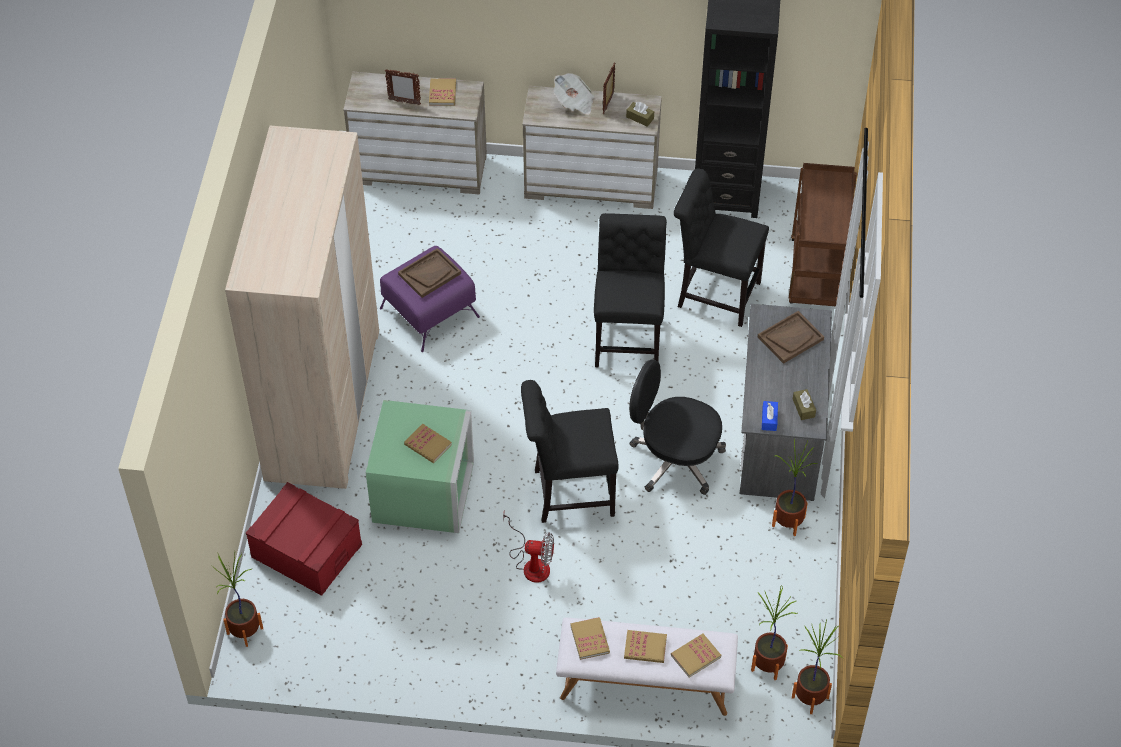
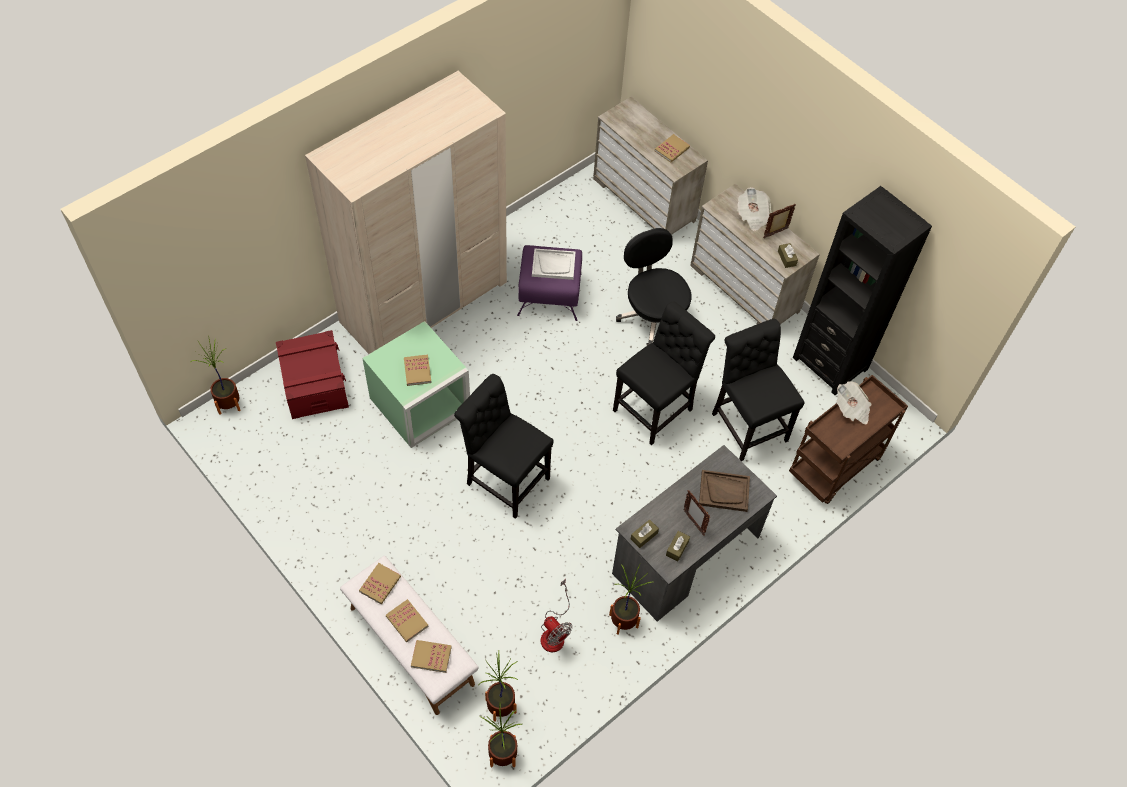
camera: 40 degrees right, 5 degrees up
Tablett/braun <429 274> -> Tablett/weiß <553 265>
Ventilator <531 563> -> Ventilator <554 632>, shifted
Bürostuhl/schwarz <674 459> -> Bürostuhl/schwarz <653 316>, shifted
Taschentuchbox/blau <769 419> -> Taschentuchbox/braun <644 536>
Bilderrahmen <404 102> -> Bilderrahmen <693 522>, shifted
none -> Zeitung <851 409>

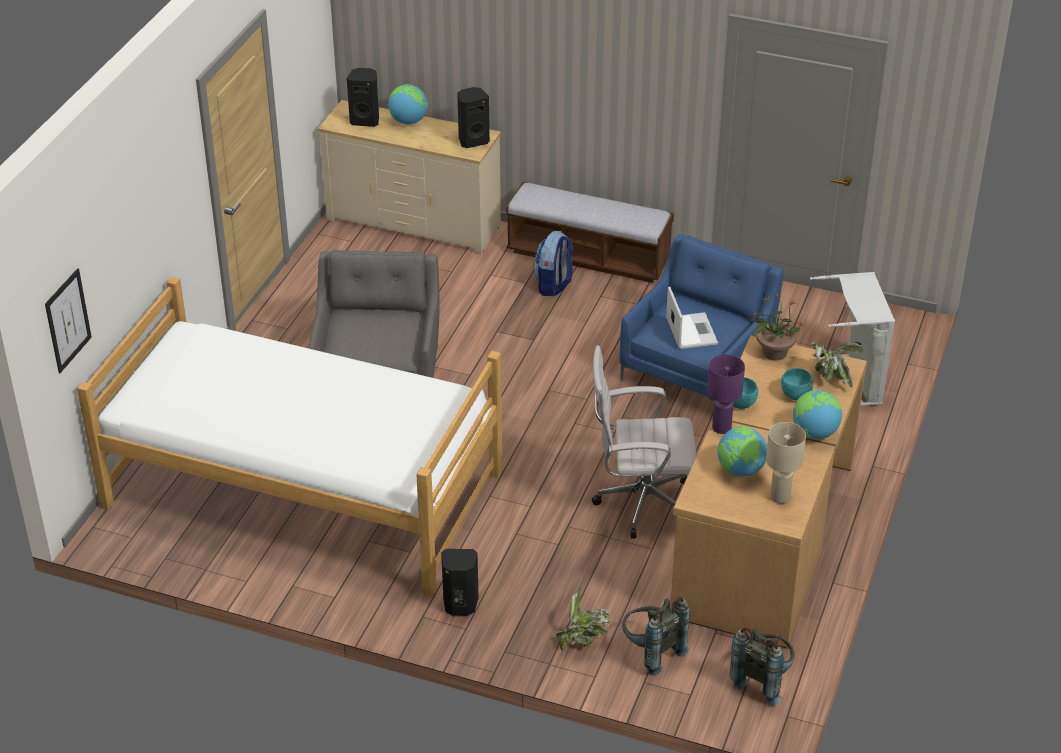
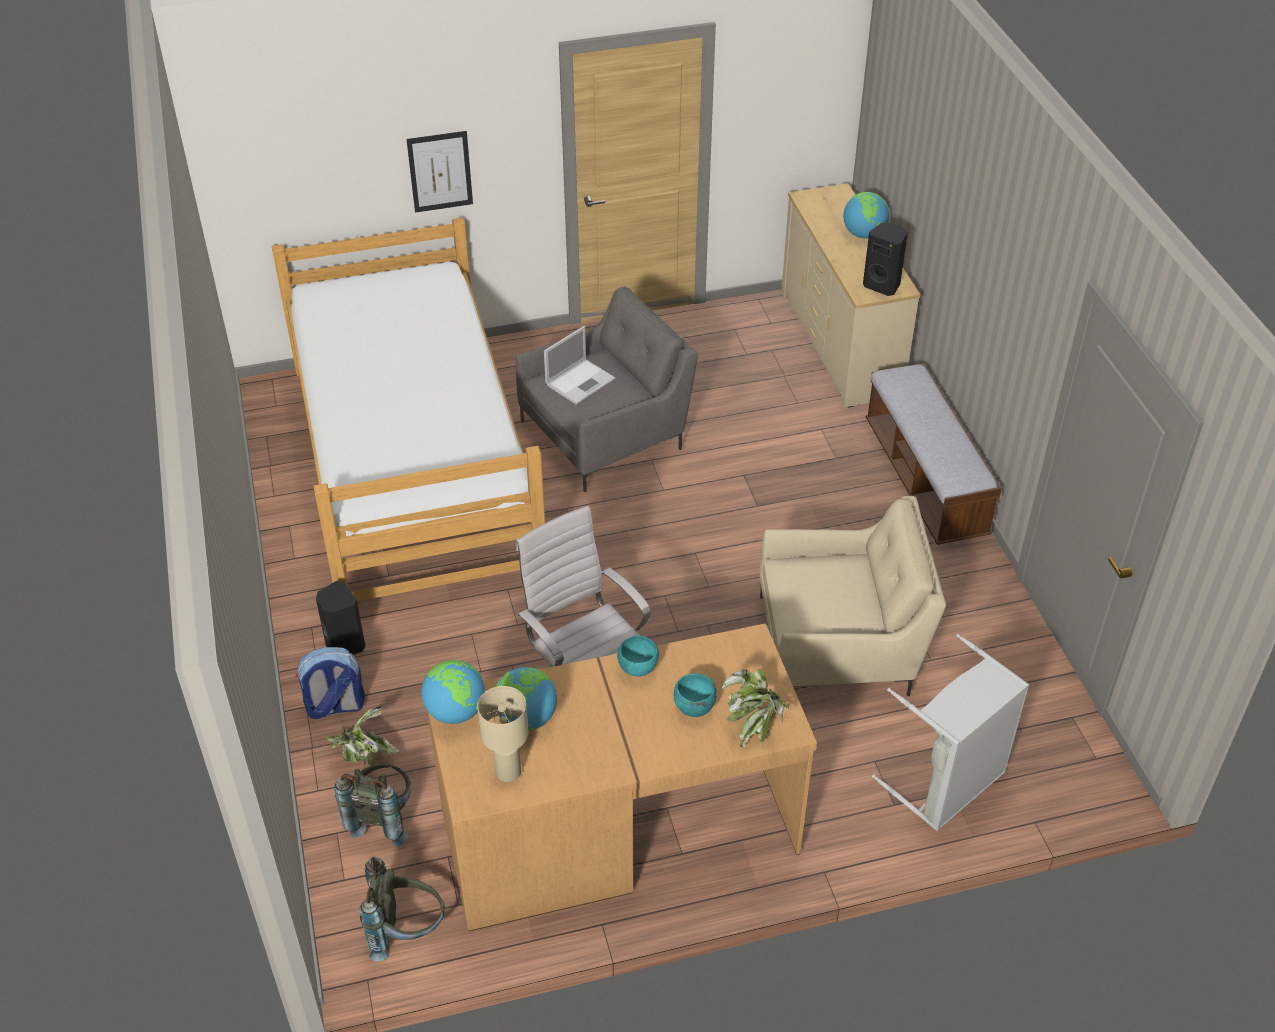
camera: 55 degrees right, 5 degrees up
Rucksack <554 285> -> Rucksack <334 706>, shifted
Bild <67 320> -> Bild <440 171>, shifted
Globus <814 433> -> Globus <455 711>, shifted
Laptop <691 330> -> Laptop <581 381>, shifted
Sessel/blau <698 367> -> Sessel/beige <840 645>
Lautsprecher/schwarz <365 120> -> none
Tischlampe/lila <722 427> -> none
Topfpflanze <774 352> -> none

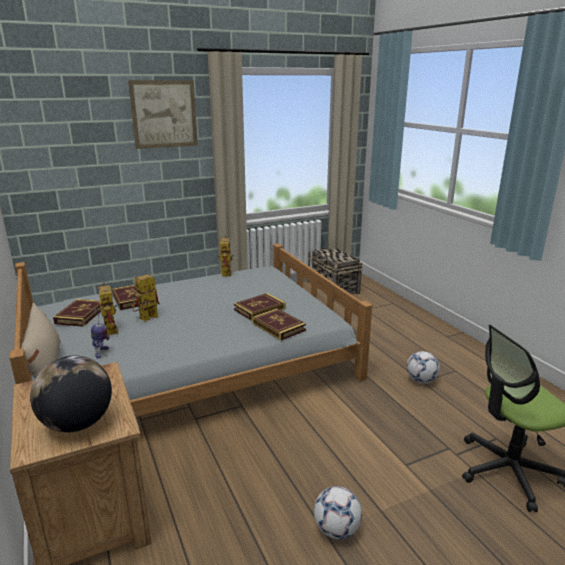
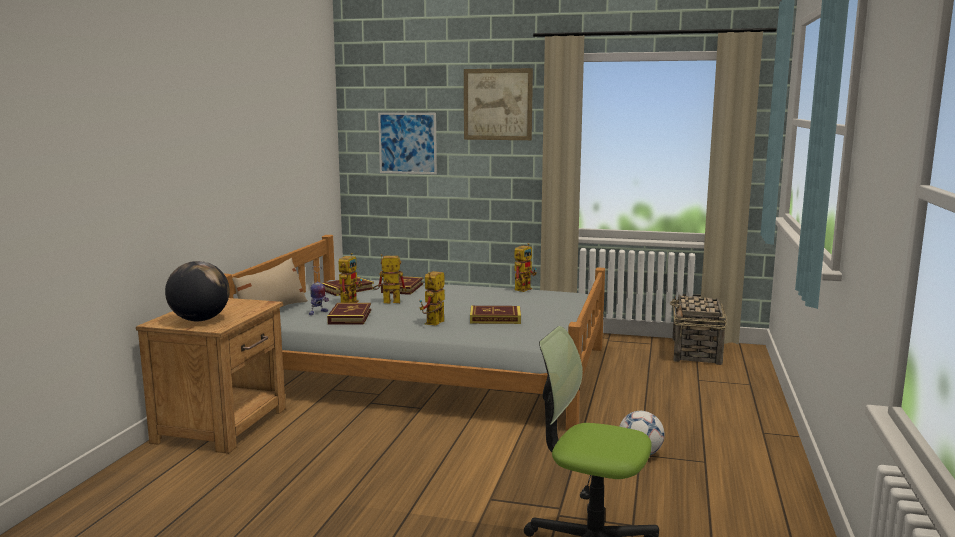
camera: 40 degrees right, 10 degrees down
Buch <278 327> -> Buch <350 317>, shifted
none -> Bild <407 143>
none -> Spielzeugroboter <434 324>
Fußball <336 529> -> none

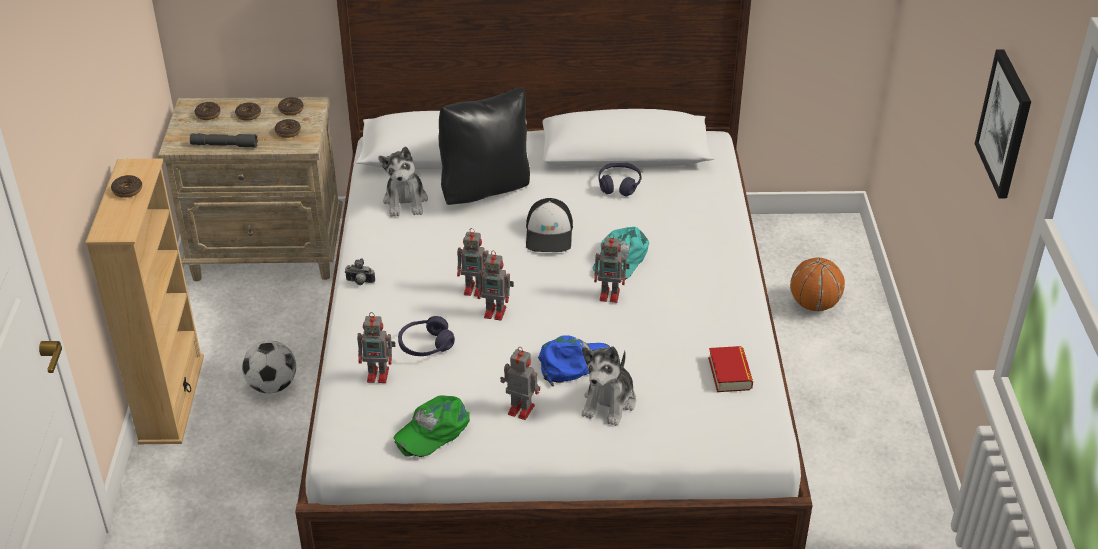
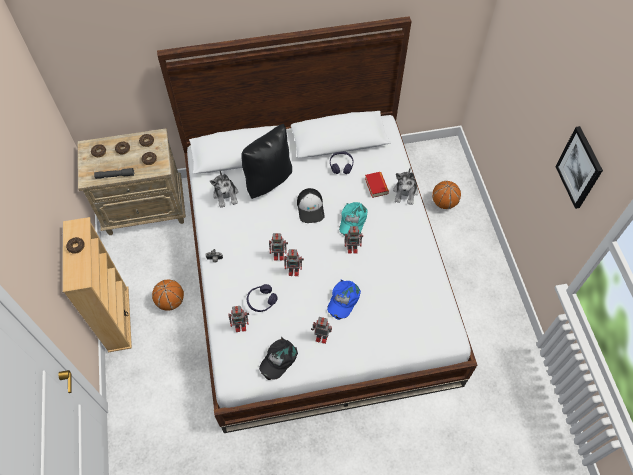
camera: 10 degrees left, 20 degrees up
Fußball <272 386> -> Basketball <170 301>
Kappe/grün <433 430> -> Kappe/schwarz <278 359>
Kappe/blau <574 363> -> Kappe/blau <343 300>, 150 degrees clockwise
Buch <729 373> -> Buch <376 186>, shifted
Plüschtier <609 402> -> Plüschtier <405 192>, shifted

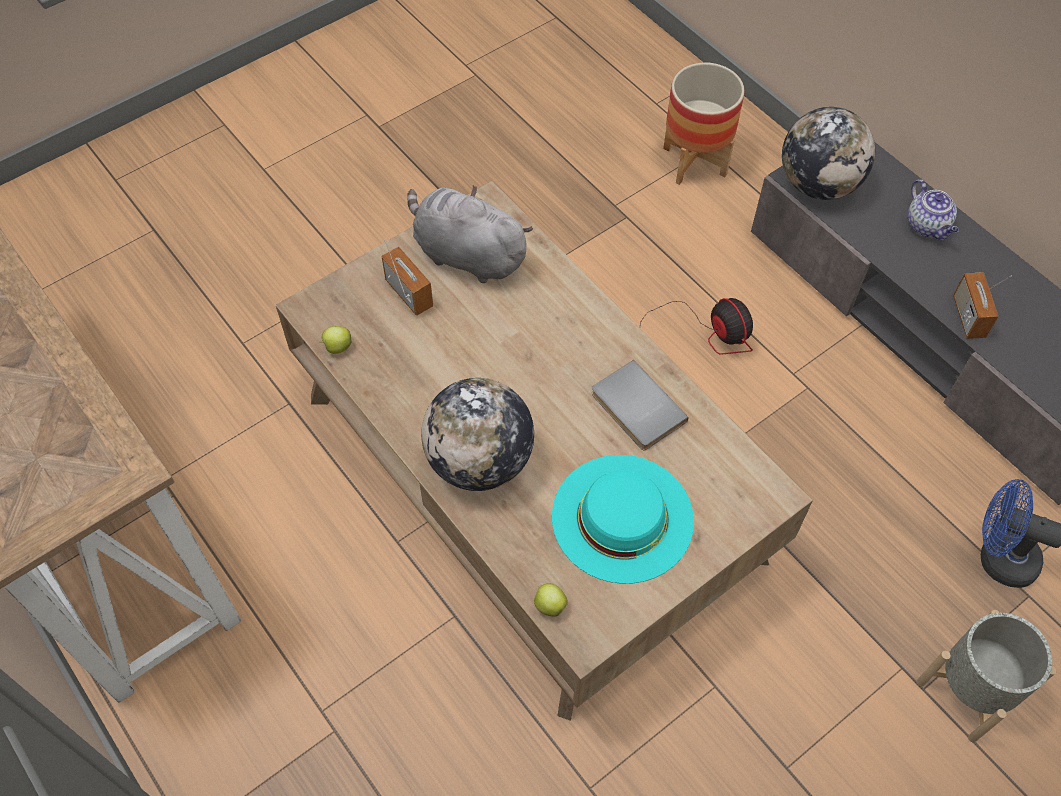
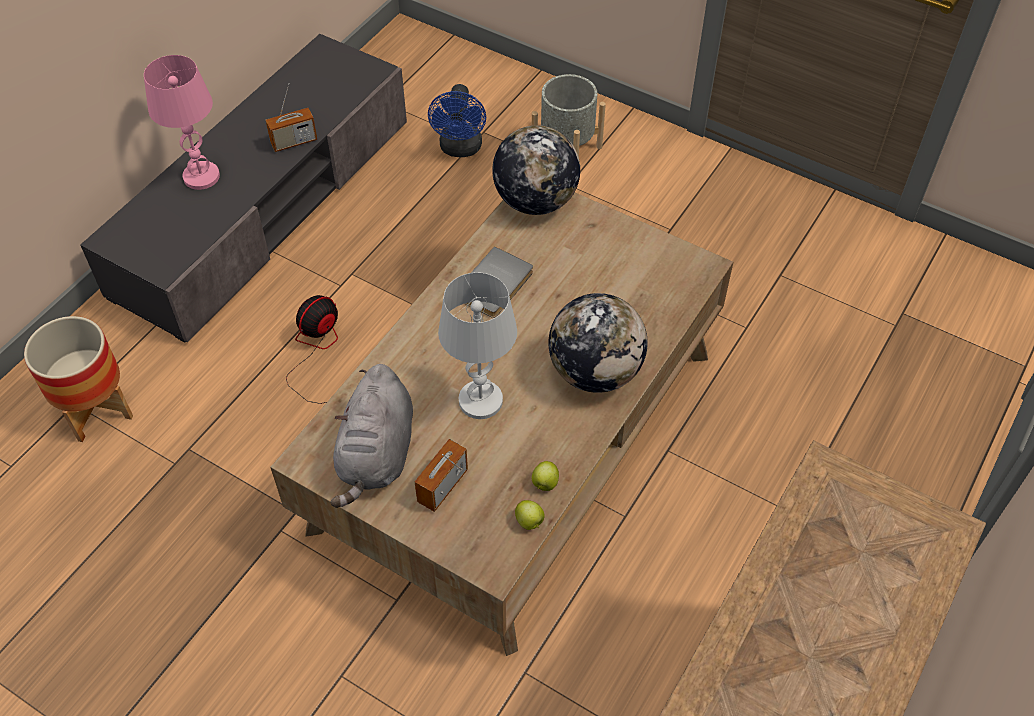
camera: 110 degrees left, 5 degrees down
Teekanne <927 226> -> Tischlampe/rosa <201 176>
none -> Tischlampe/weiß <481 400>
Globus <818 184> -> Globus <535 201>, shifted
Apfel <549 605> -> Apfel <545 484>, shifted
Hut/türkis <622 517> -> none

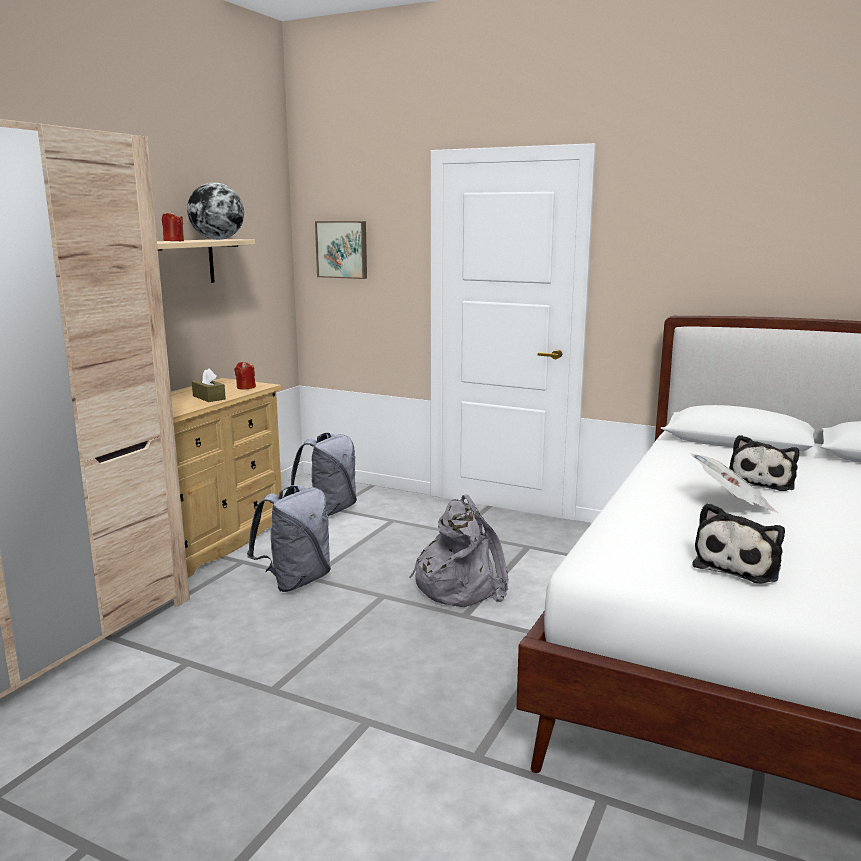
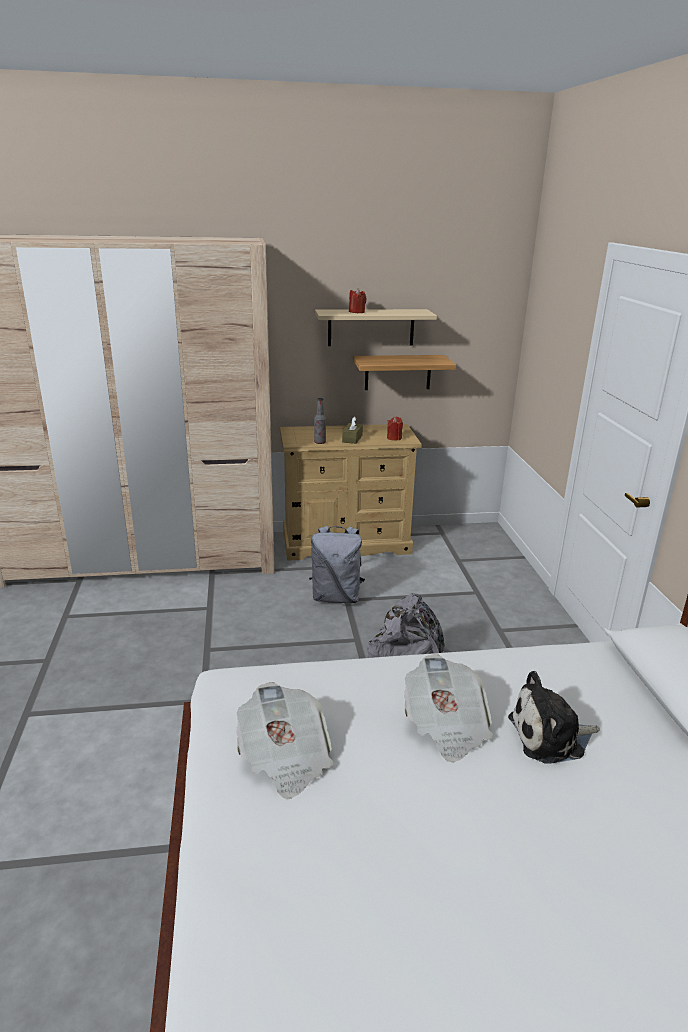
camera: 55 degrees right, 10 degrees up
Plüschtier <739 565> -> Zeitung <285 759>
none -> Flasche <320 442>
none -> Wandregal <398 372>
Globus <217 239> -> none
Rucksack/grau <328 511> -> none
Bild <342 249> -> none

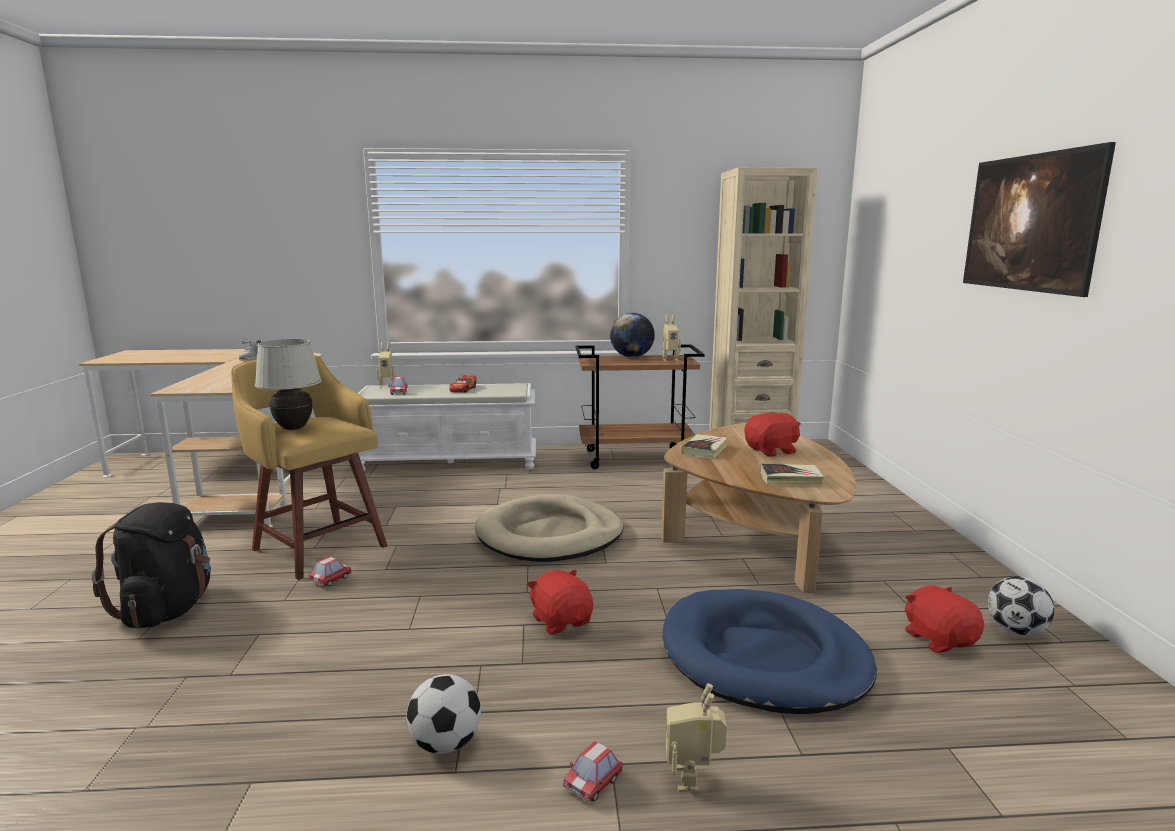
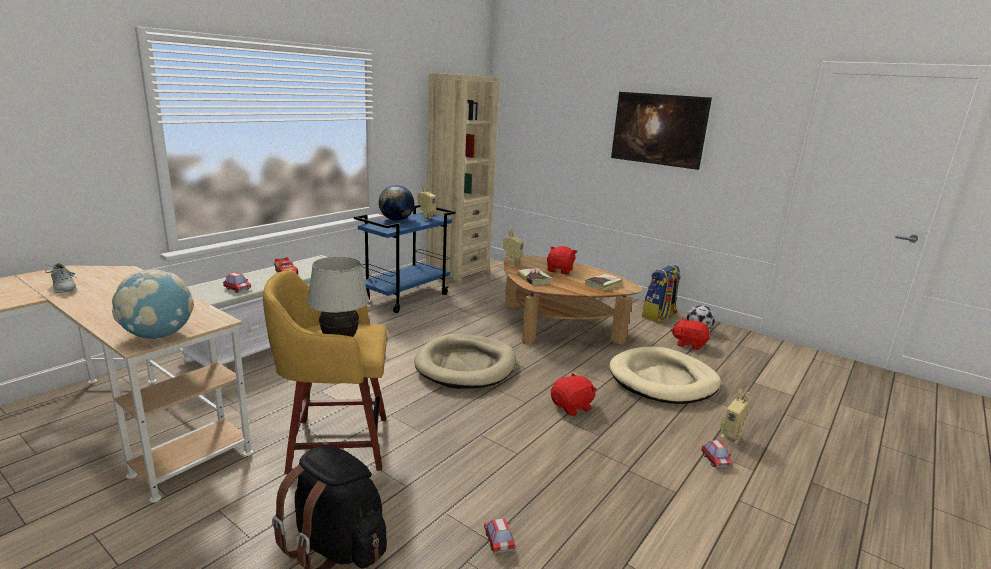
camera: 50 degrees left, 5 degrees up
none -> Globus <159 335>
Rollwagen/braun <636 458> -> Rollwagen/blau <406 297>
Spielzeugauto <331 579> -> Spielzeugauto <498 541>, shifted
Spielzeugroboter <387 386> -> Spielzeugroboter <511 264>, shifted
Plüschtier/rot <561 621> -> Plüschtier/rot <572 407>, 135 degrees clockwise
Hundebett/blau <763 657> -> Hundebett/beige <663 380>
none -> Rucksack <659 316>
Fußball <446 743> -> none

